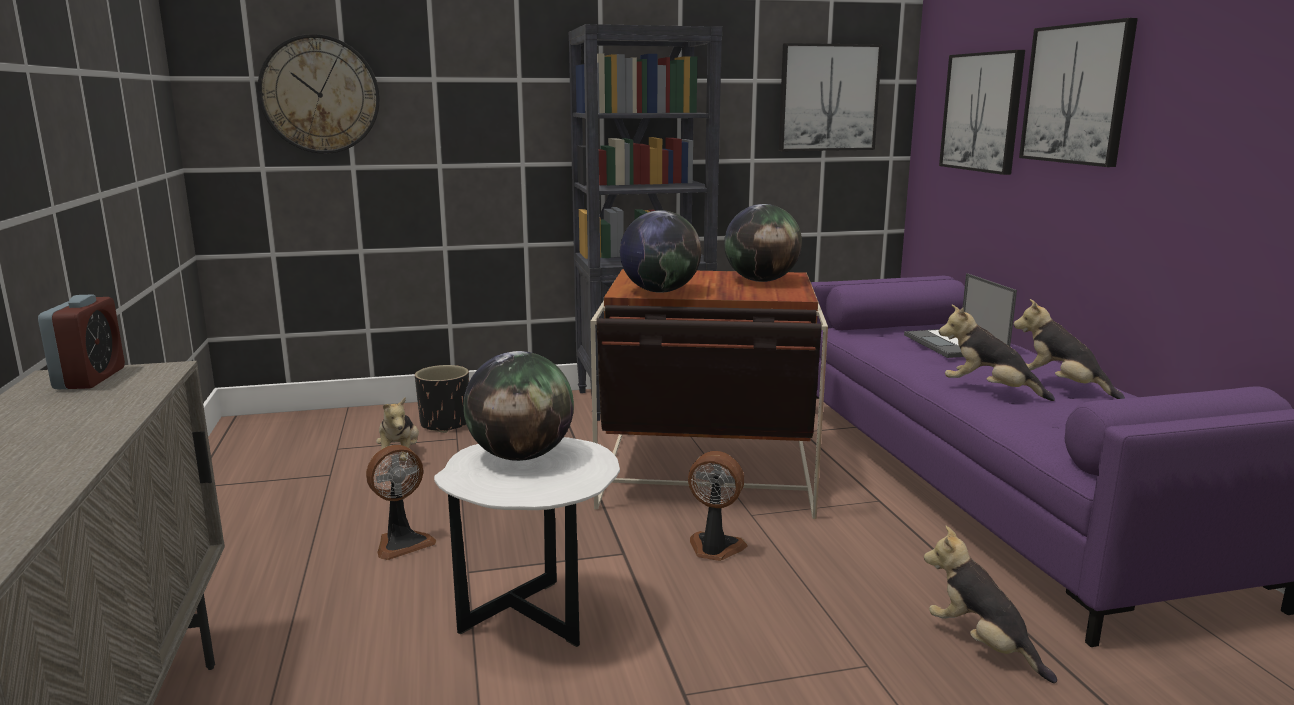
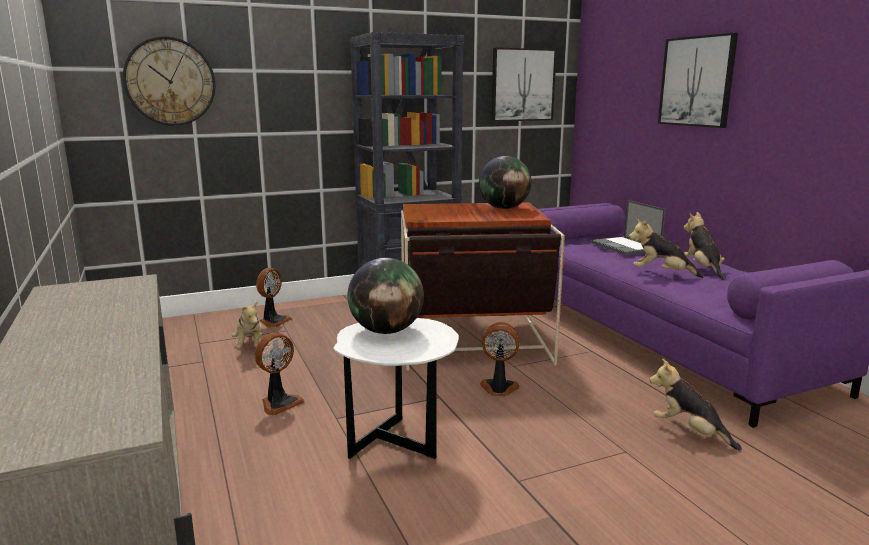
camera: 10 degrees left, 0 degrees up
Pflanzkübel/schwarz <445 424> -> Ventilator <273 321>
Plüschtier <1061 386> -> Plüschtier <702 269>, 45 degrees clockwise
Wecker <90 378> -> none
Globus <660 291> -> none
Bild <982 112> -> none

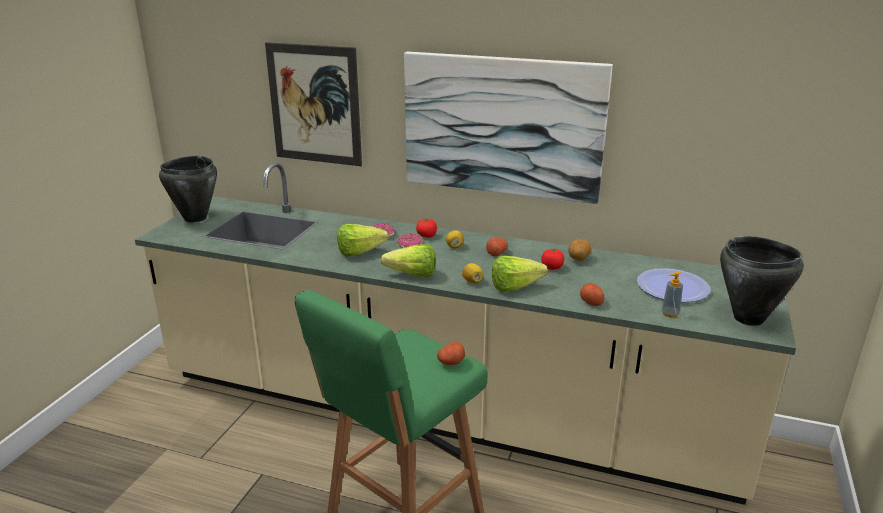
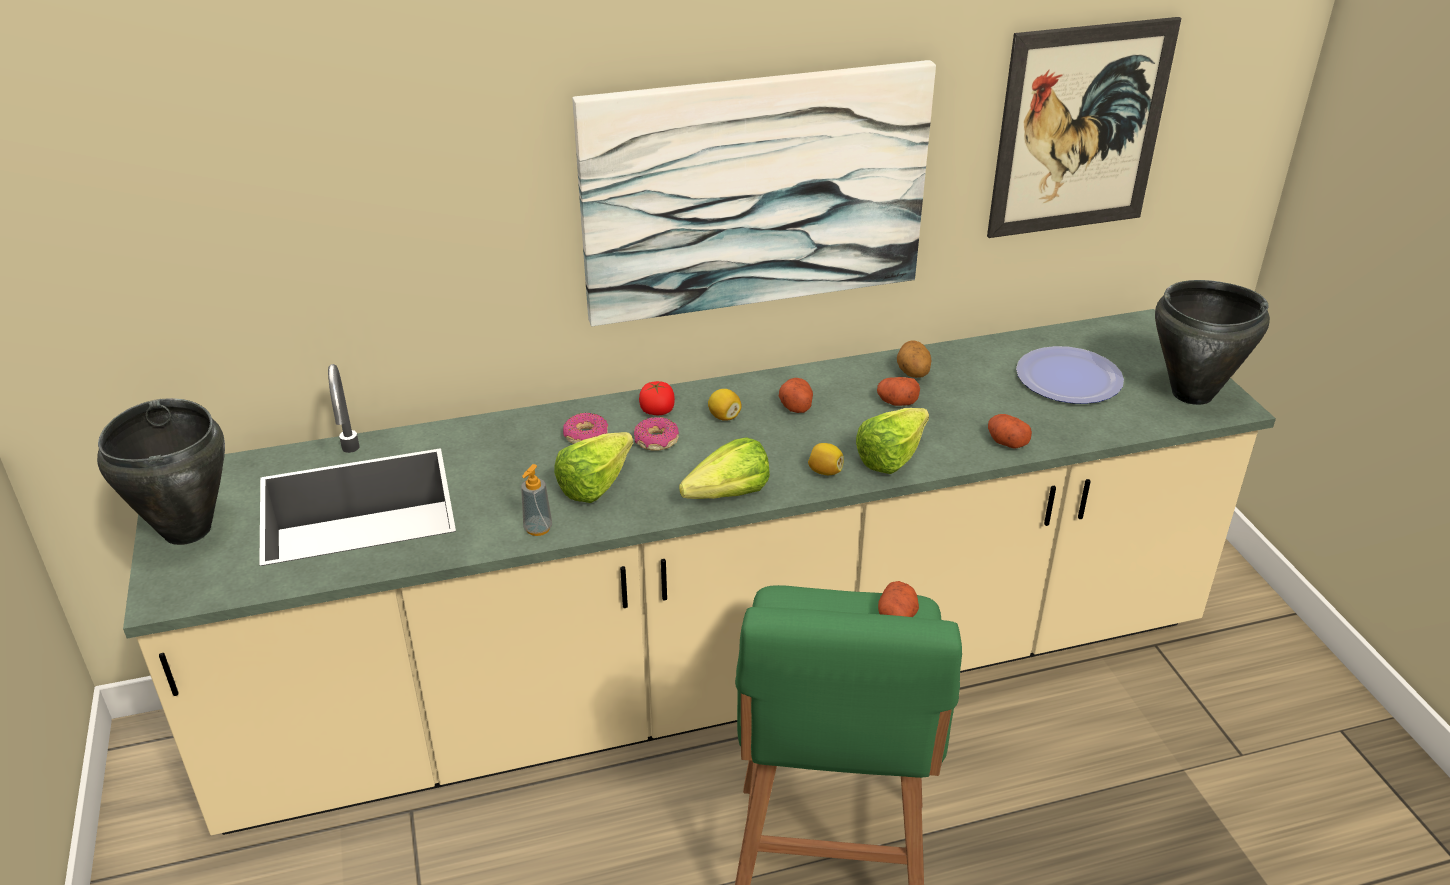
camera: 35 degrees left, 10 degrees up
Seifenspender <670 313> -> Seifenspender <538 528>, shifted
Tomate <552 267> -> Kartoffel <896 402>
Bild <314 104> -> Bild <1079 130>, shifted

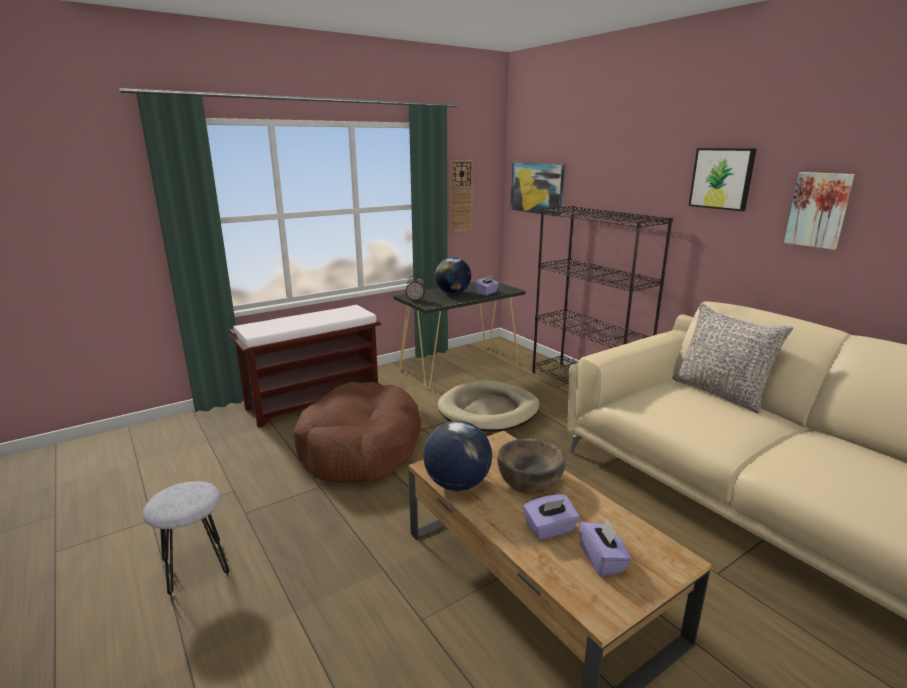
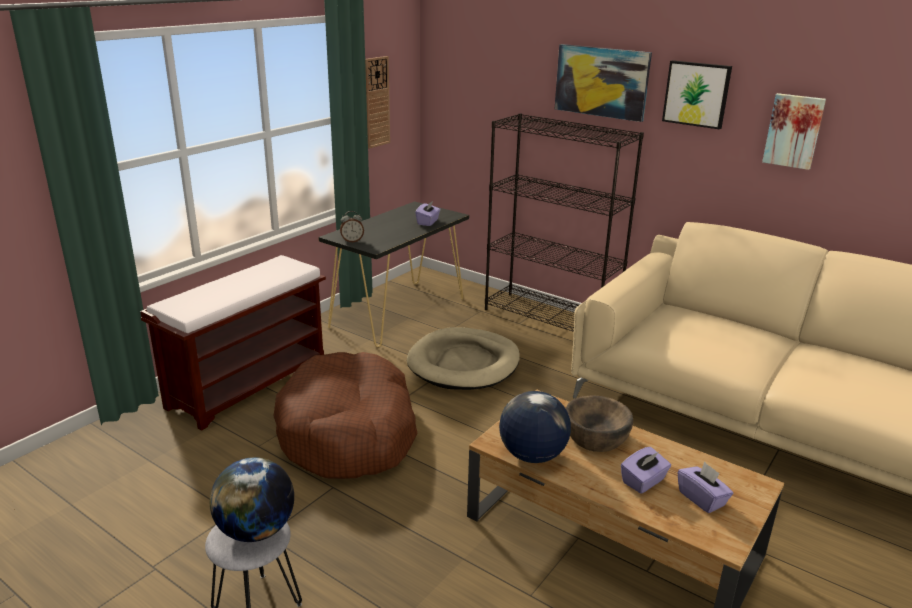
camera: 20 degrees left, 5 degrees up
Globus <453 293> -> Globus <256 531>, shifted
Bild <537 188> -> Bild <601 82>, shifted
Kissen/grau <720 393> -> none

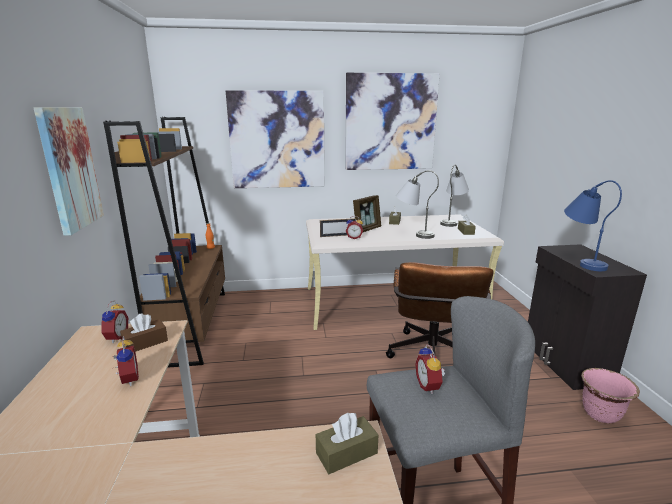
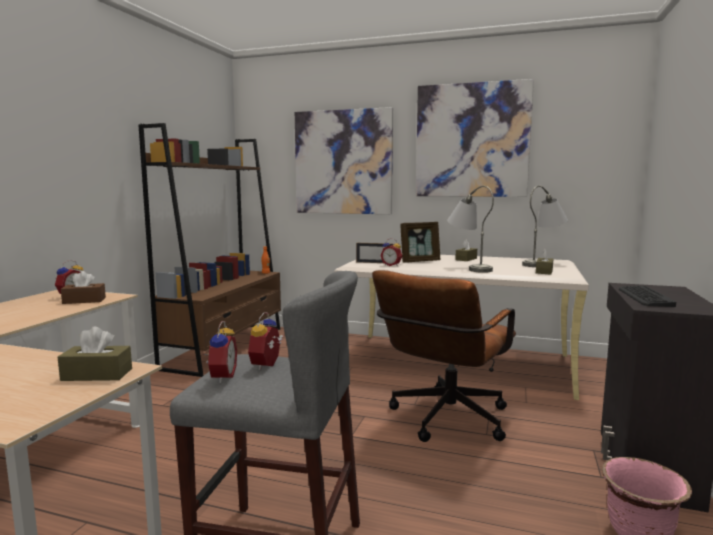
camera: 25 degrees right, 10 degrees down
Wecker <127 380> -> Wecker <220 377>, shifted
Tischlampe/blau <580 261> -> Tastatur <644 297>
Bild <69 169> -> none

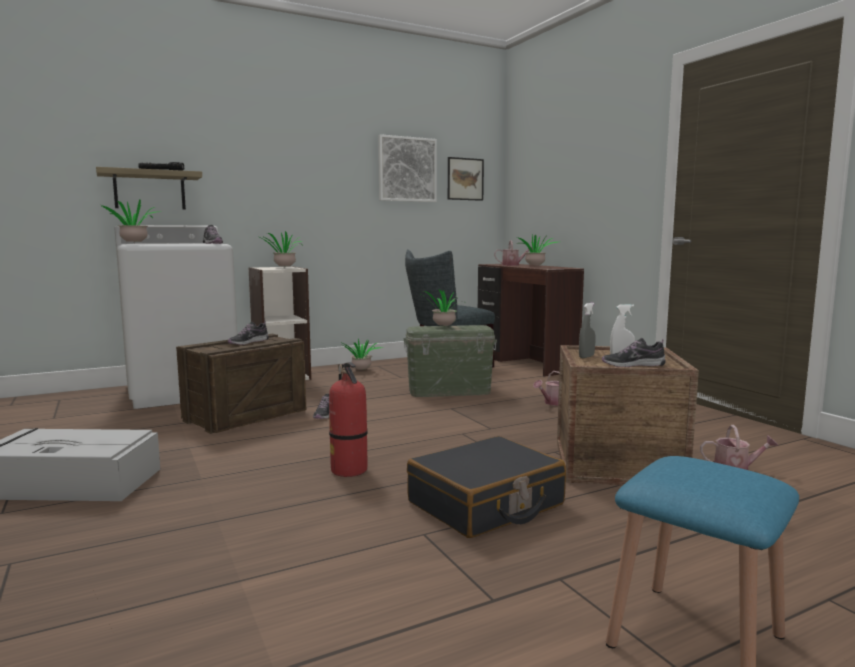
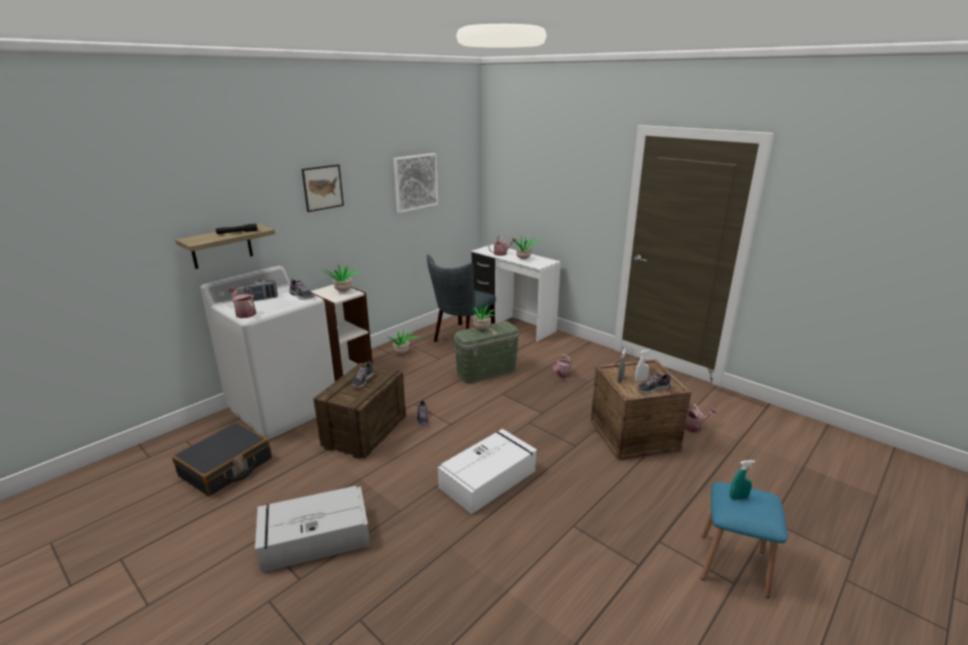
camera: 20 degrees left, 15 degrees up
Koffer/schwarz <486 504> -> Koffer/schwarz <226 468>, shifted
Topfpflanze <133 244> -> Gießkanne <244 313>
none -> Radio <262 299>
Bild <465 179> -> Bild <322 187>, shifted
Feuerlöscher <349 470> -> Aufbewahrungsbox/weiß <489 478>
Schreibtisch/braun <524 363> -> Schreibtisch/weiß <512 324>
none -> Sprühflasche/türkis <738 498>

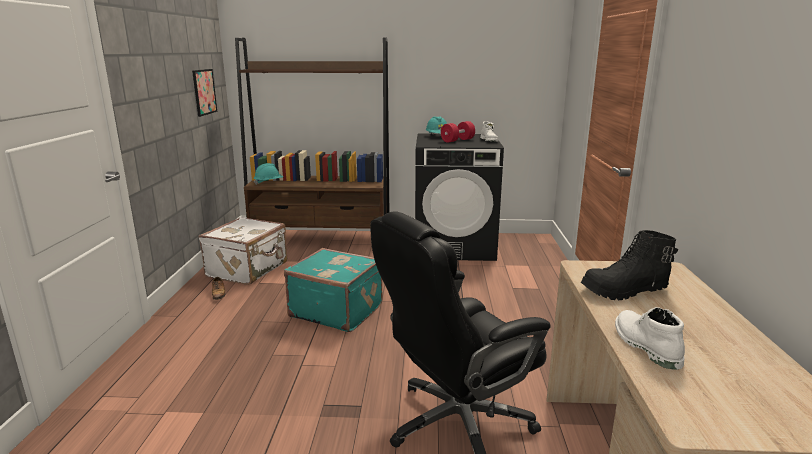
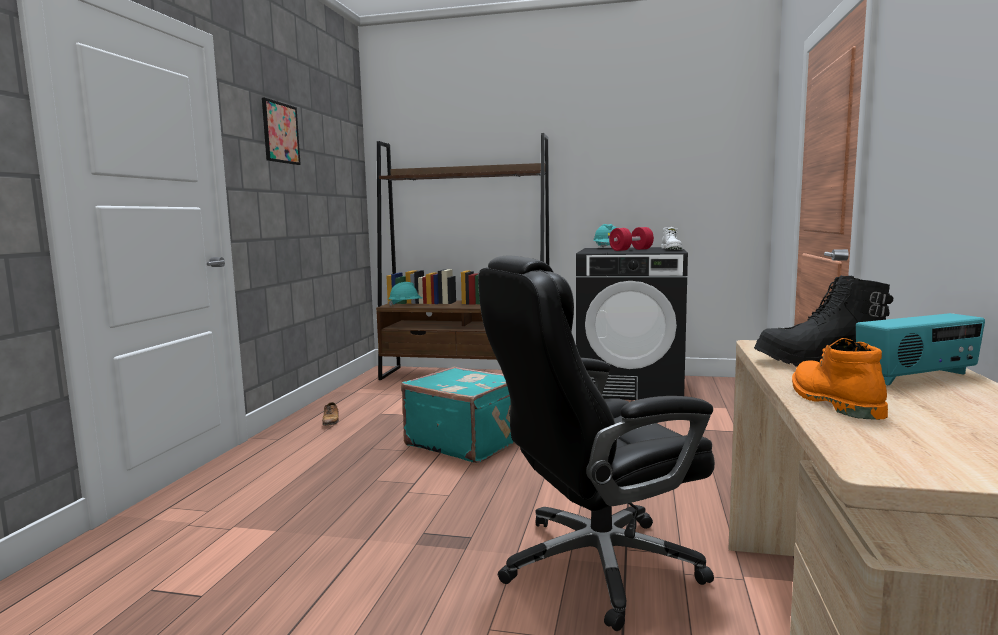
camera: 10 degrees right, 10 degrees down
Bild <204 92> -> Bild <280 133>, shifted
Stiefel/weiß <644 345> -> Stiefel/orange <832 401>
none -> Radio <917 377>
Koffer/weiß <249 270> -> none

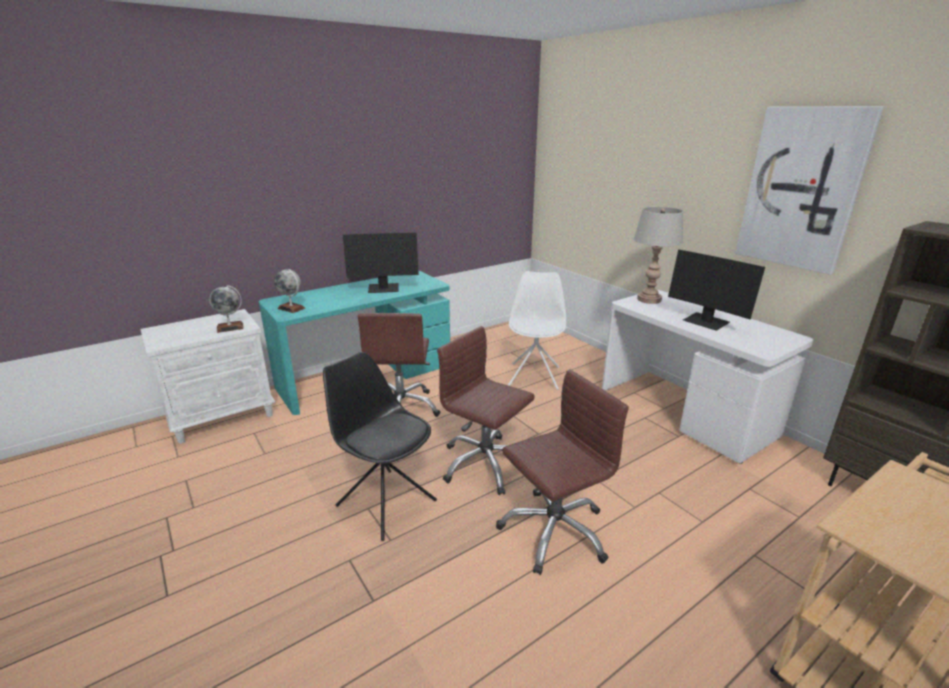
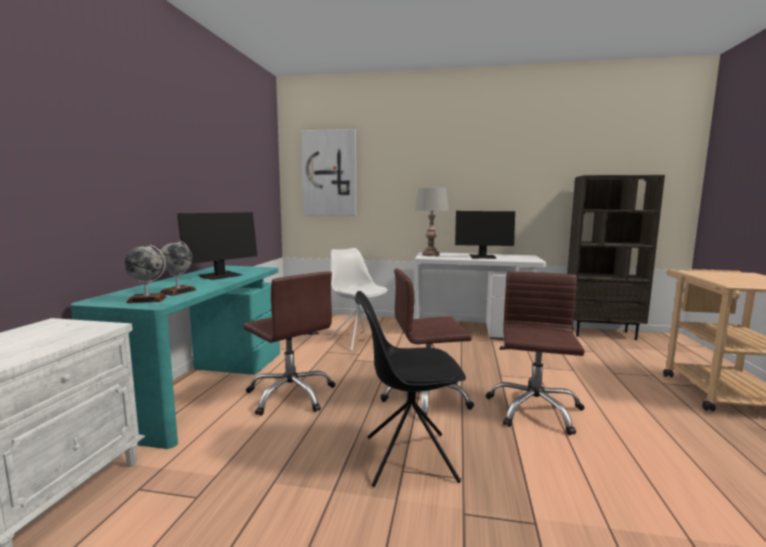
camera: 45 degrees left, 15 degrees down
Globus <230 327> -> Globus <178 291>, shifted
Bild <801 189> -> Bild <329 173>, shifted

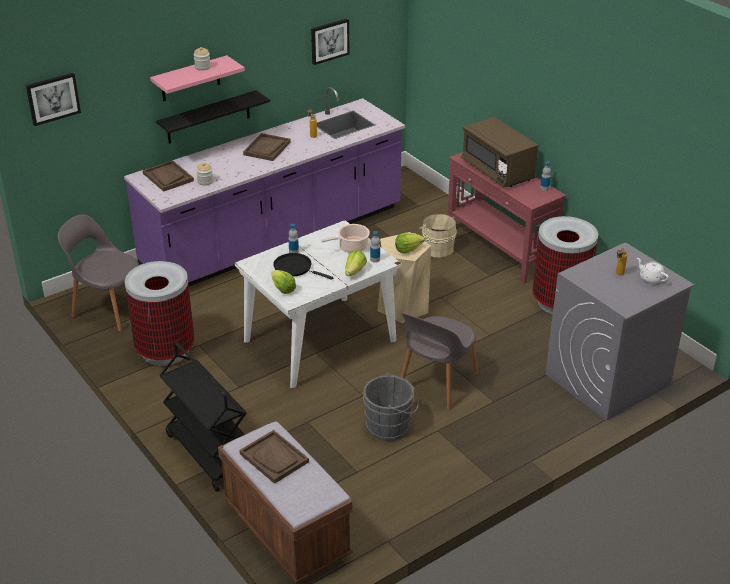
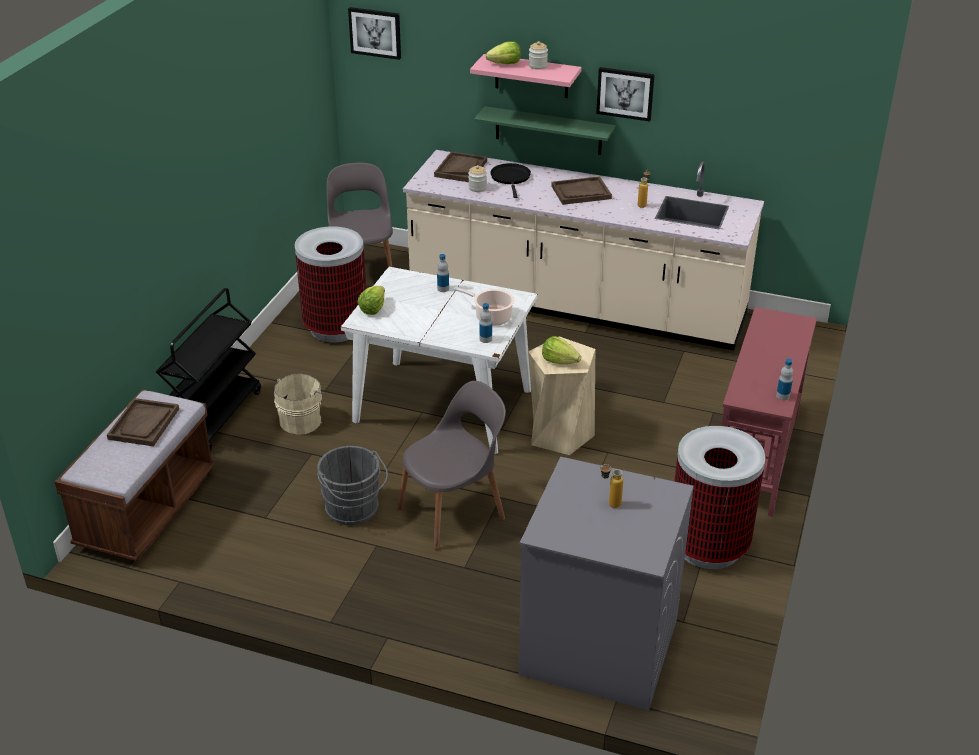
camera: 55 degrees right, 0 degrees up
Eimer/beige <437 248> -> Eimer/beige <302 420>, shifted
Stuhl/grau <436 383> -> Stuhl/grau <454 512>, 150 degrees clockwise
Küchenzeile/lila <274 239> -> Küchenzeile/beige <576 305>
Wandregal/schwarz <208 117> -> Wandregal/grün <548 131>
Salatkopf <354 271> -> Salatkopf <505 64>, shifted
Pfanne/schwarz <295 268> -> Pfanne/schwarz <511 178>, shifted
Bild <329 41> -> Bild <625 93>, shifted
Mikrowelle/braun <497 171> -> none
Teekanne/weiß <650 278> -> none

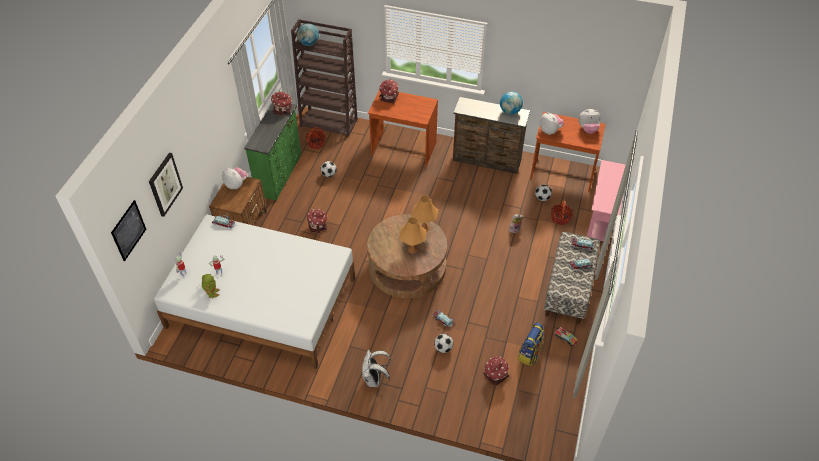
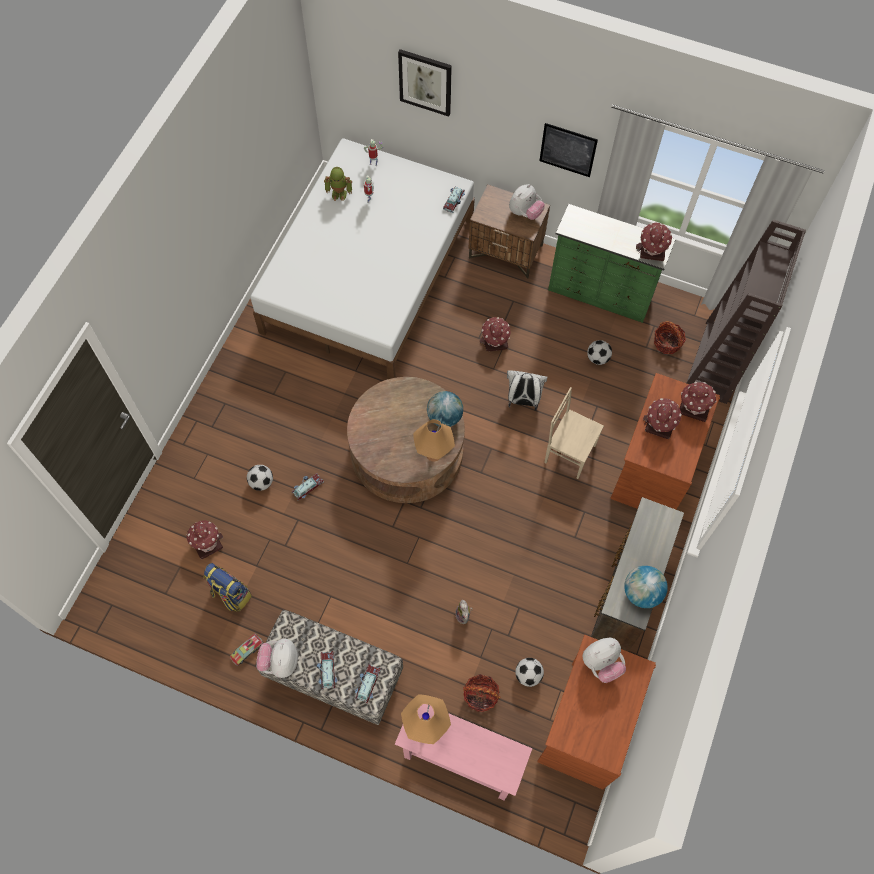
camera: 95 degrees right, 15 degrees up
Plüschtier <587 129> -> Plüschtier <280 662>, shifted
Tischlampe/orange <412 249> -> Tischlampe/orange <425 726>, shifted
Globus <308 43> -> Globus <444 417>, shifted
Rucksack/weiß <374 379> -> Rucksack/weiß <523 401>, shifted
Bild <128 230> -> Bild <568 150>, shifted
none -> Stuhl/beige <569 453>
none -> Spielzeughaus <659 424>

